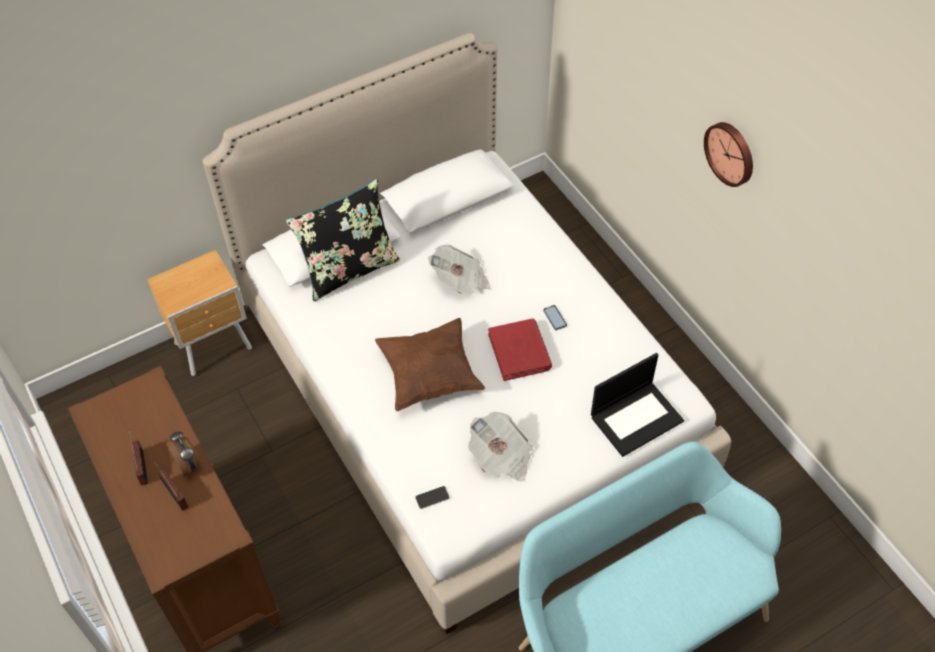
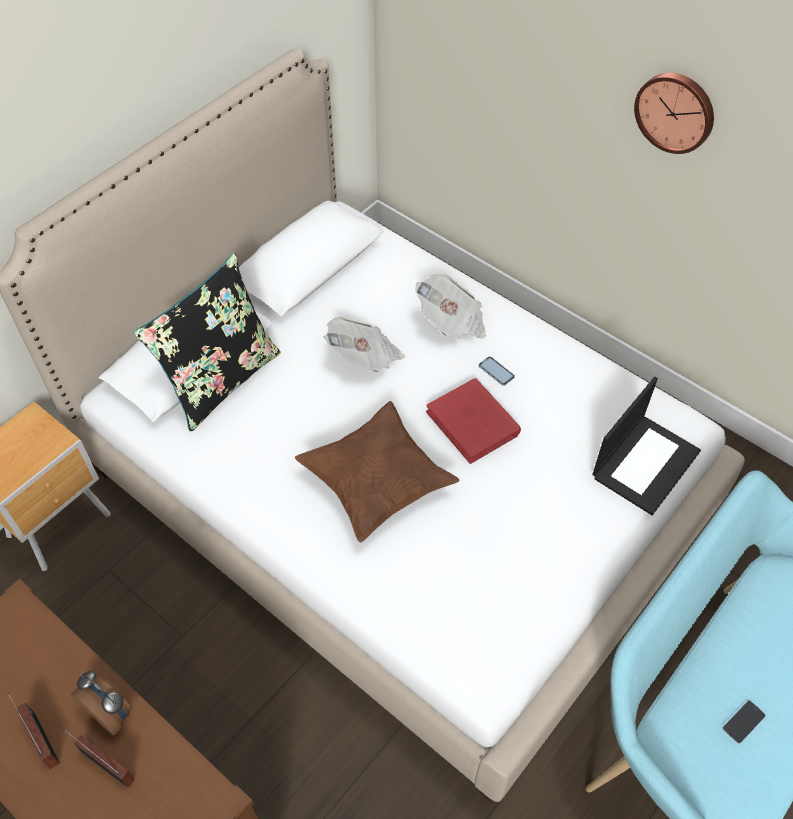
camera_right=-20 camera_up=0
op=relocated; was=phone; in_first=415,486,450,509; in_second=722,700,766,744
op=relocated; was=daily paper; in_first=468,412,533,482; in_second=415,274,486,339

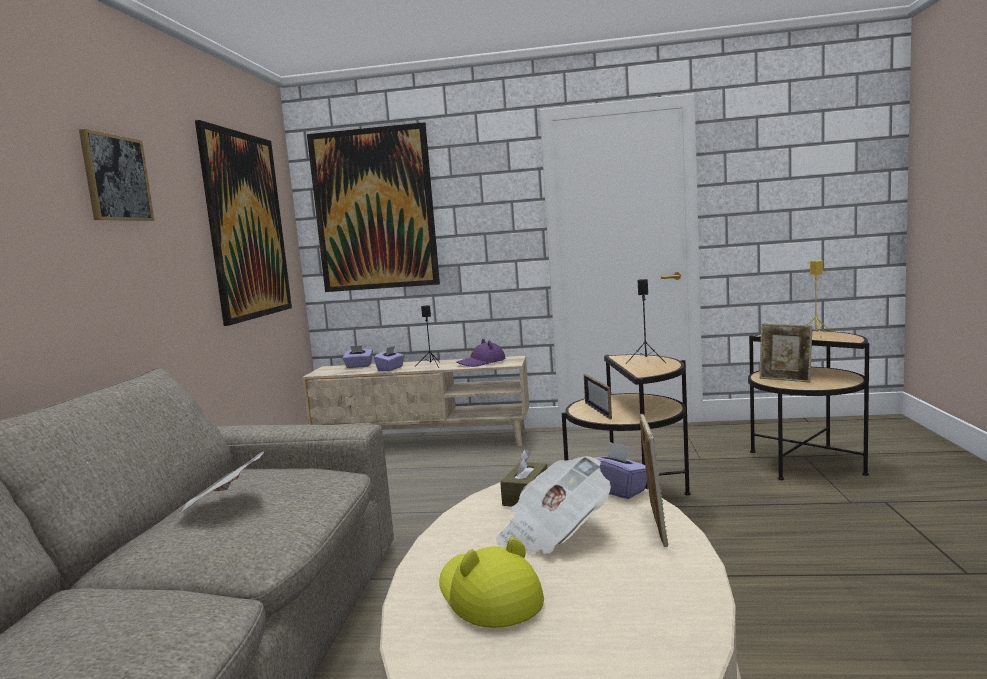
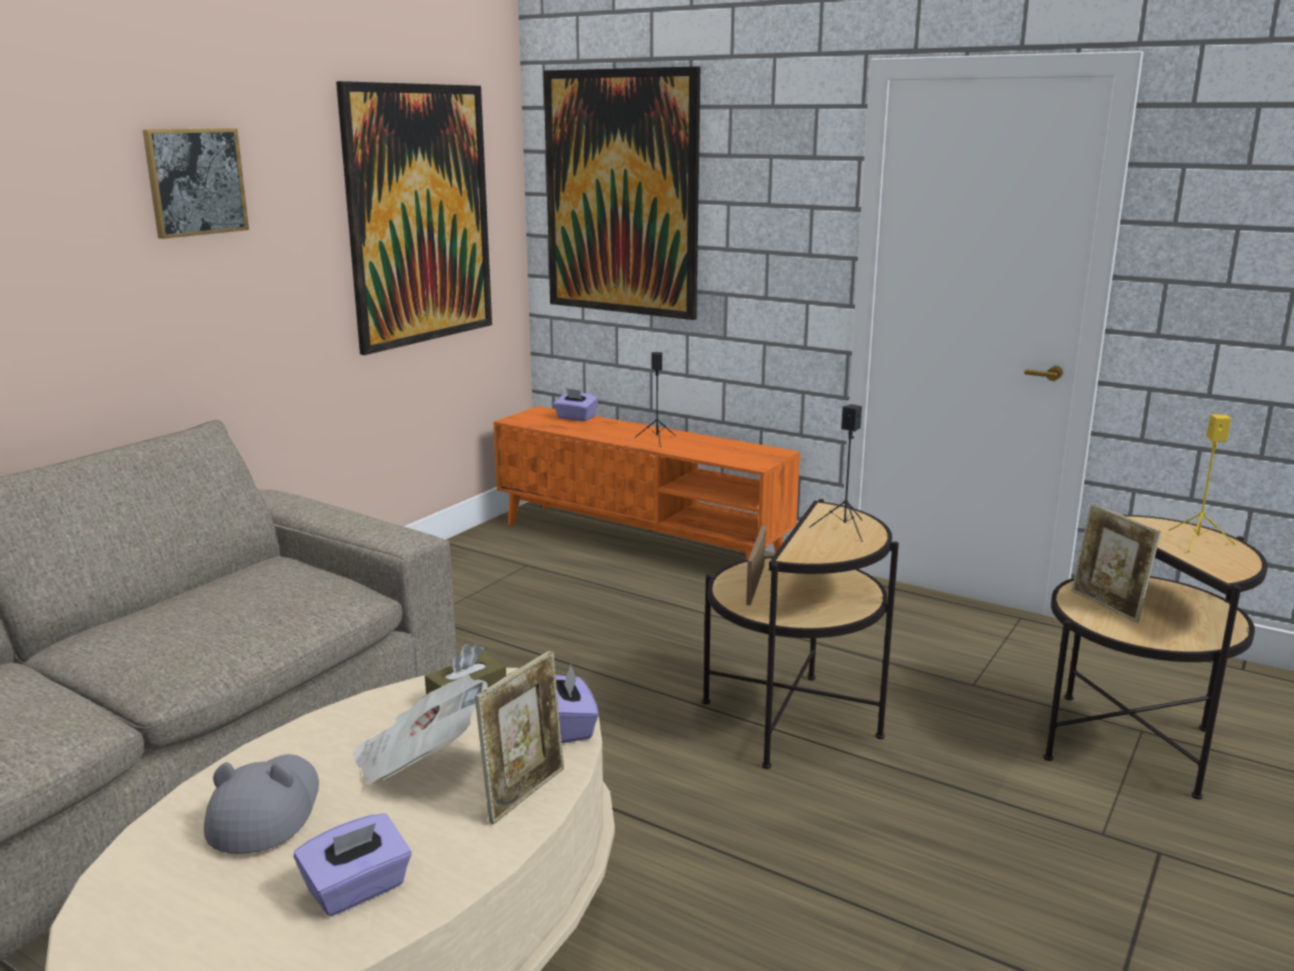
camera_right=25 camera_up=10
op=missing; was=daily paper; in_first=179,452,264,514
op=missing; was=hat in purple-coloured; in_first=456,339,505,367
op=relocated; was=tissue box in purple-coloured; in_first=374,346,405,371; in_second=294,814,411,916
op=colour; was=tv stand in sand-coloured; now=tv stand in orange-coloured; in_first=302,356,529,446; in_second=494,406,800,560
op=colour; was=hat in yellow; now=hat in greyish; in_first=439,537,544,628; in_second=204,754,319,854

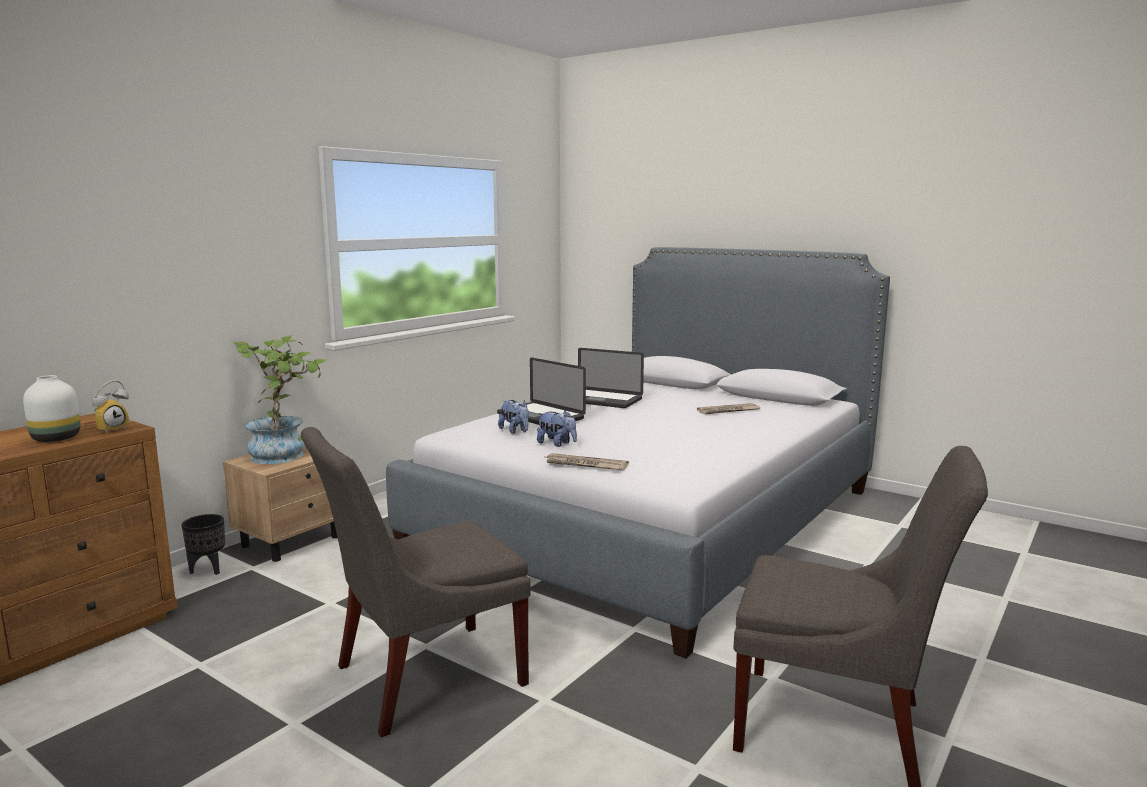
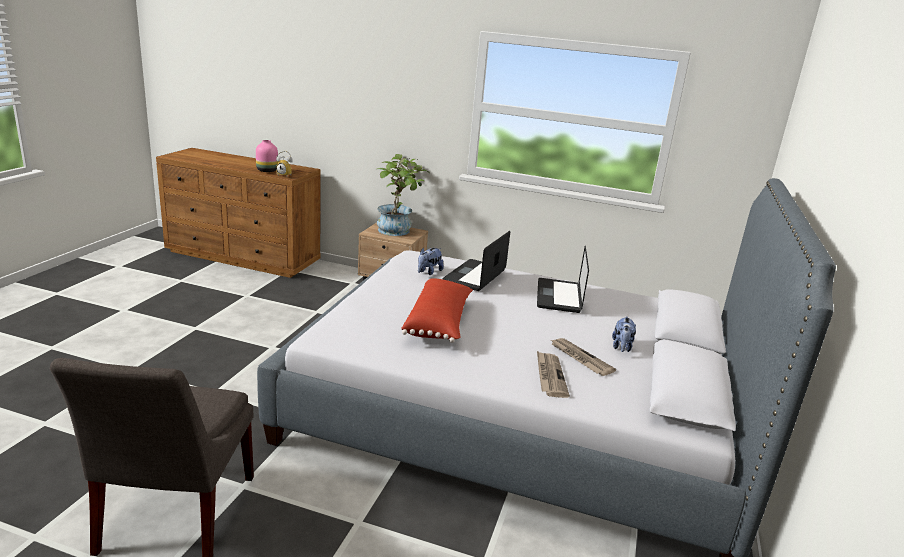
camera_right=70 camera_up=10
op=missing; was=plant pot in blackish; in_first=182,514,225,575
op=missing; was=chair in greyish; in_first=301,427,530,737
op=appeared; now=pillow in reddish; in_second=401,278,473,343
op=relocated; was=soft toy; in_first=537,410,577,447; in_second=612,316,636,352
op=relocated; was=daily paper; in_first=543,453,629,471; in_second=537,351,570,398
op=colour; was=decorative vase in whitish; now=decorative vase in pinkish; in_first=23,375,81,442; in_second=256,140,278,172

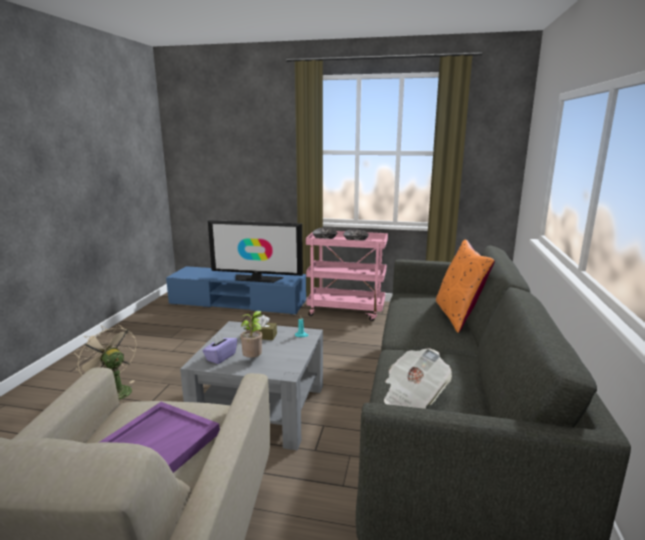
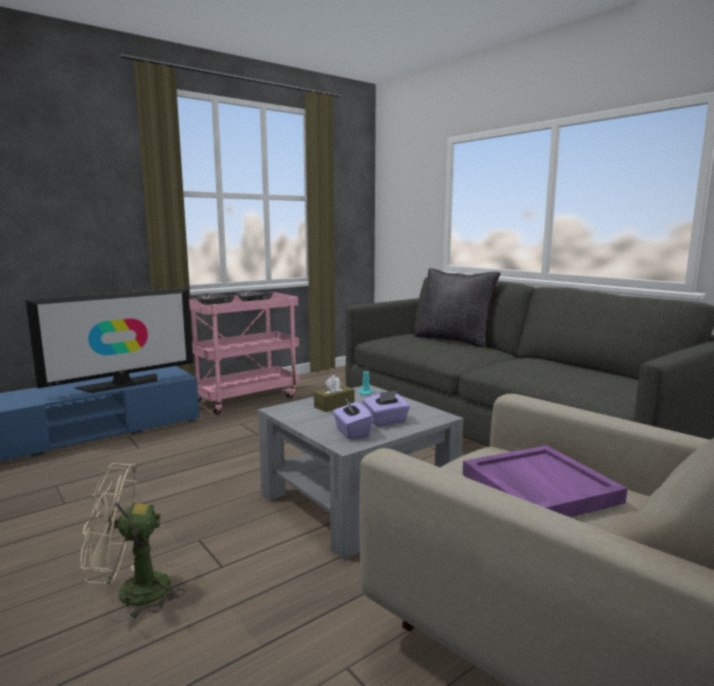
camera_right=-50 camera_up=-5
op=missing; was=daily paper; in_first=384,348,452,409
op=exchanged; was=plant in a pot; now=tissue box in purple-coloured; in_first=240,311,263,358; in_second=363,390,410,426
op=colour; was=pillow in orange-coloured; now=pillow in blackish; in_first=436,239,495,333; in_second=414,268,501,348

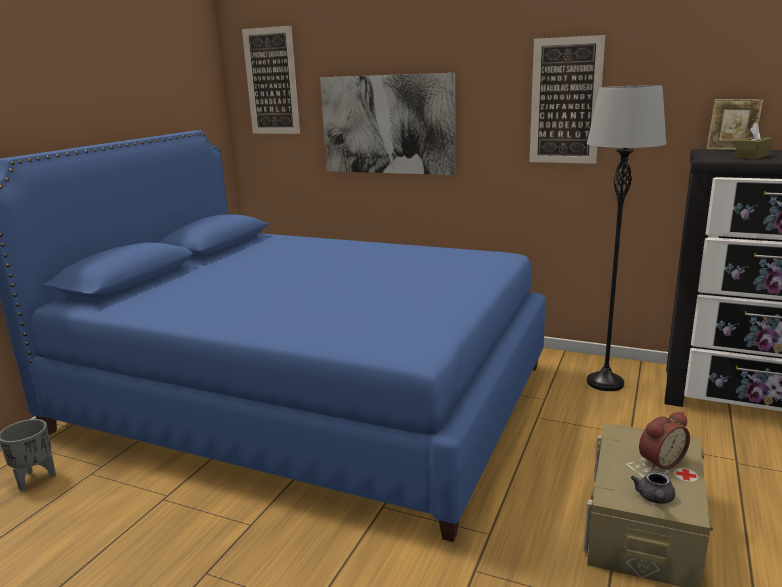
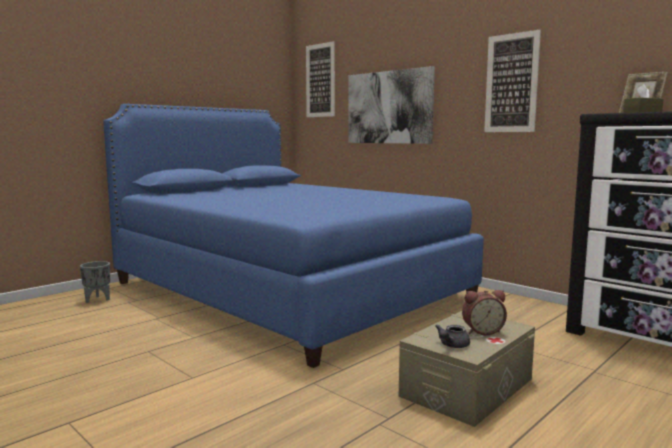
camera_right=20 camera_up=-10
op=missing; was=standard lamp in greyish; in_first=587,85,666,391

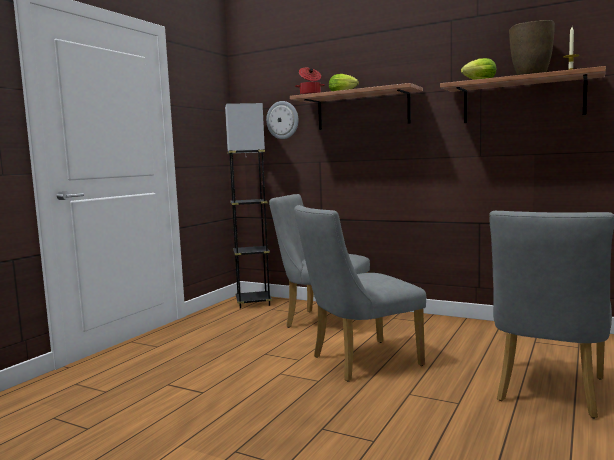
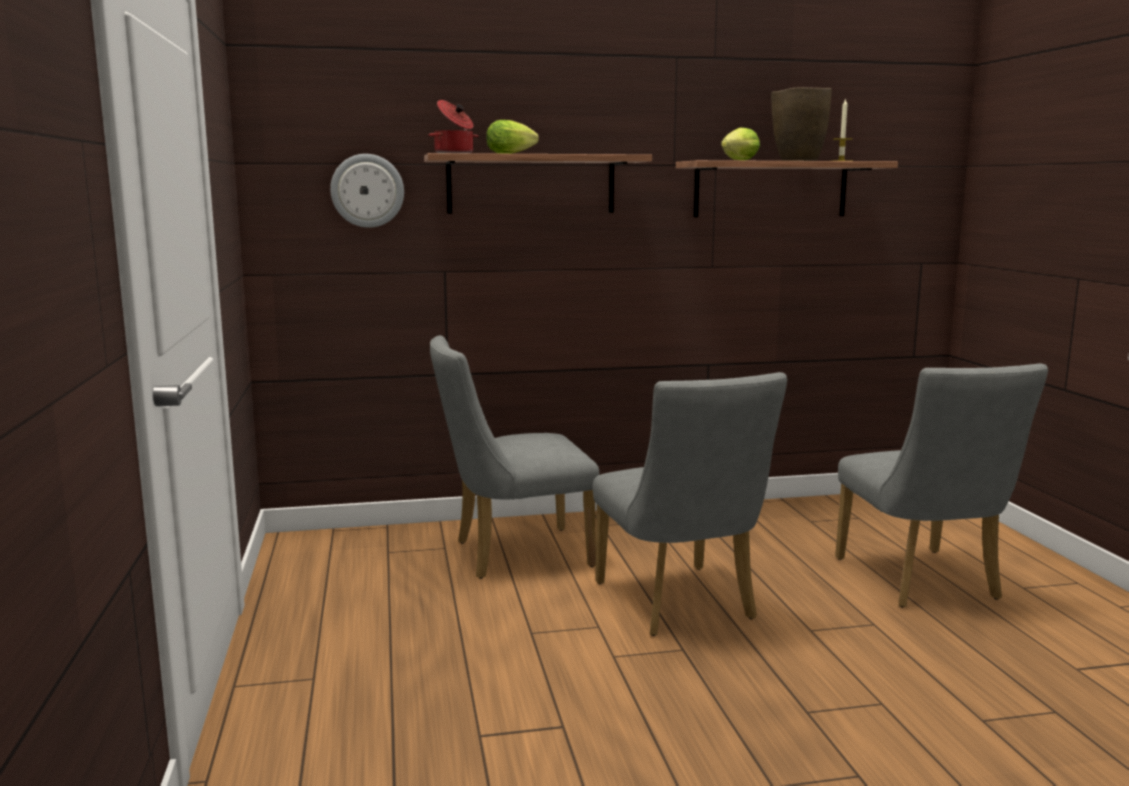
camera_right=-40 camera_up=5
op=missing; was=standard lamp in greyish; in_first=225,103,272,309
op=spun; was=chair in greyish; in_first=294,205,426,382; in_second=593,372,787,636; clockwise=-45

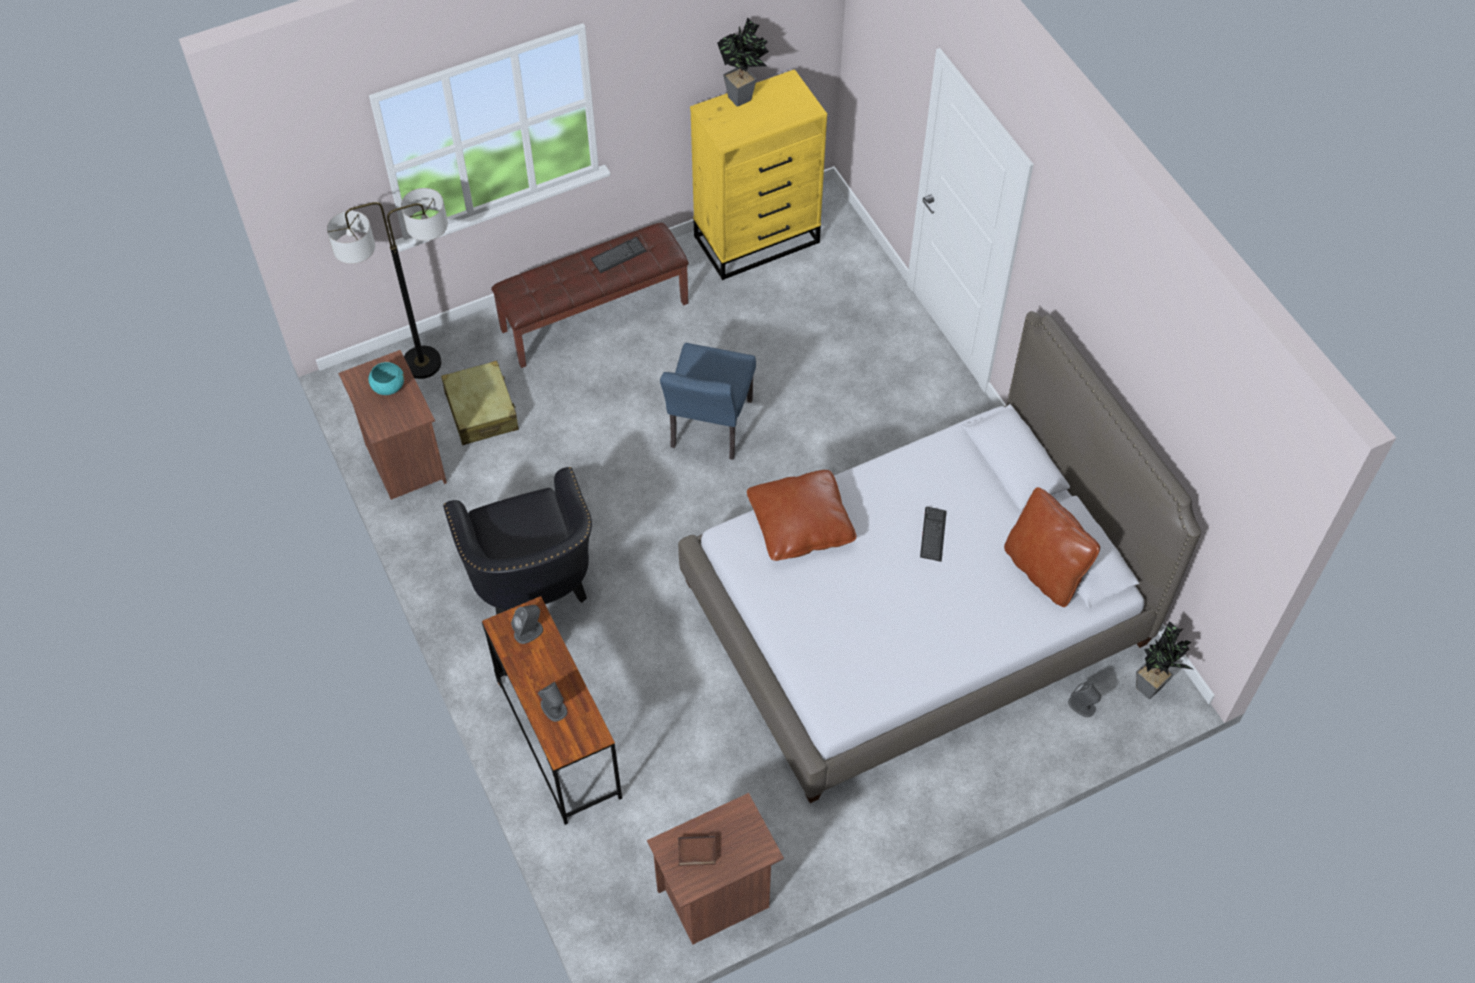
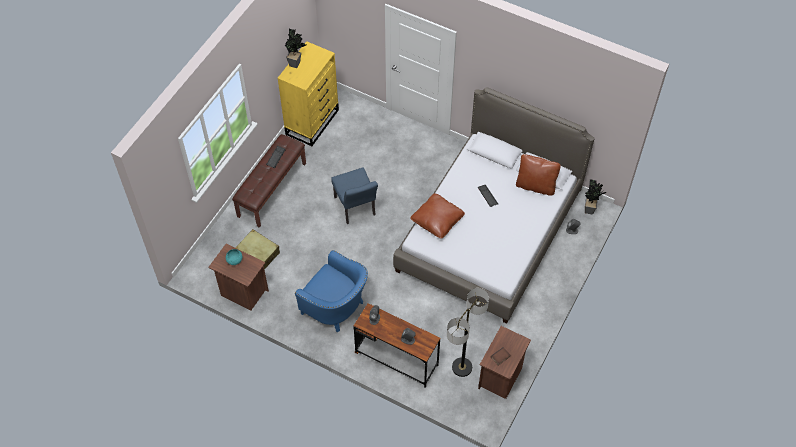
camera_right=-35 camera_up=0
op=relocated; was=standard lamp; in_first=327,188,448,379; in_second=447,288,489,377
op=colour; was=easy chair in blackish; now=easy chair in blue; in_first=443,467,592,615; in_second=295,250,368,332

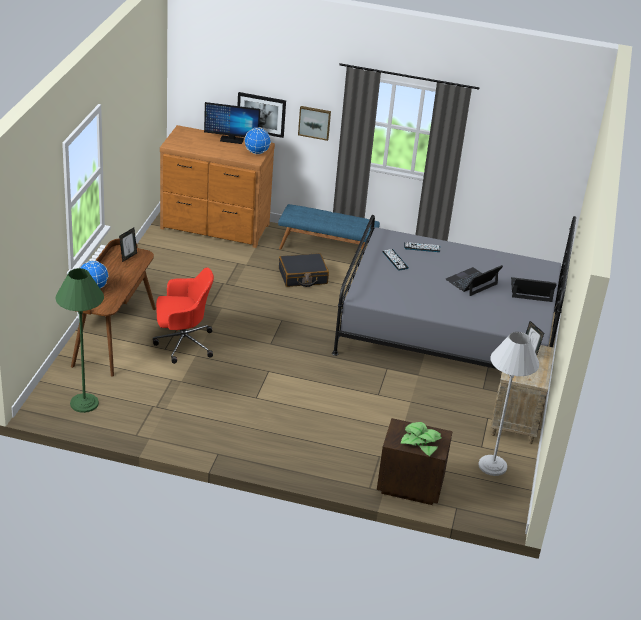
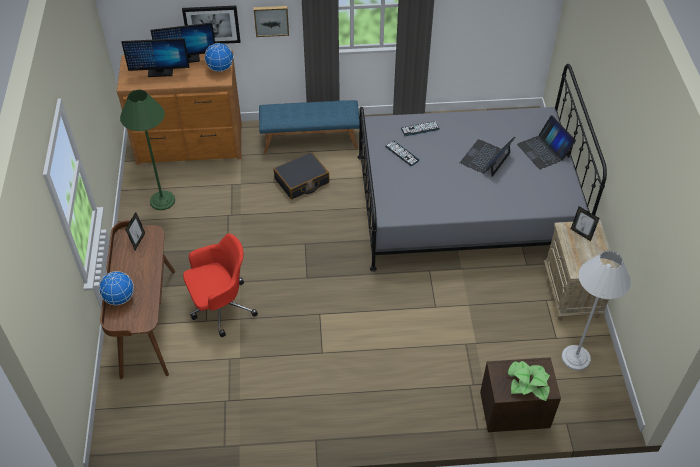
camera_right=-15 camera_up=15
op=appeared; now=computer display; in_second=122,38,189,77
op=relocated; was=standard lamp in green-coloured; in_first=56,268,104,413; in_second=120,90,175,210
op=spun; was=notebook computer; in_first=511,277,557,302; in_second=517,115,576,170; clockwise=-105

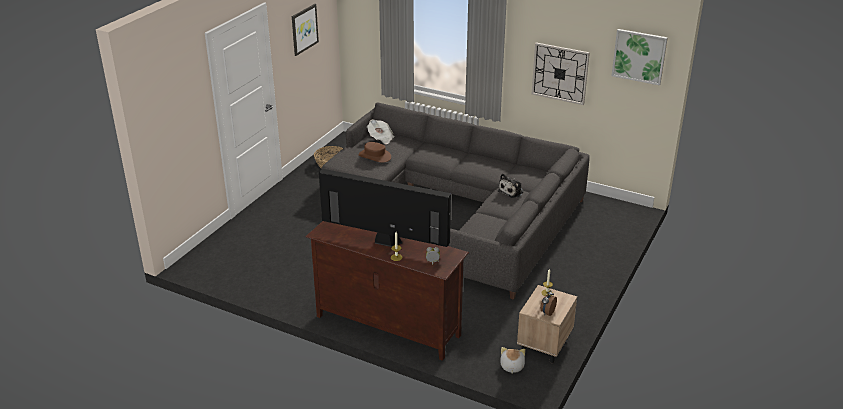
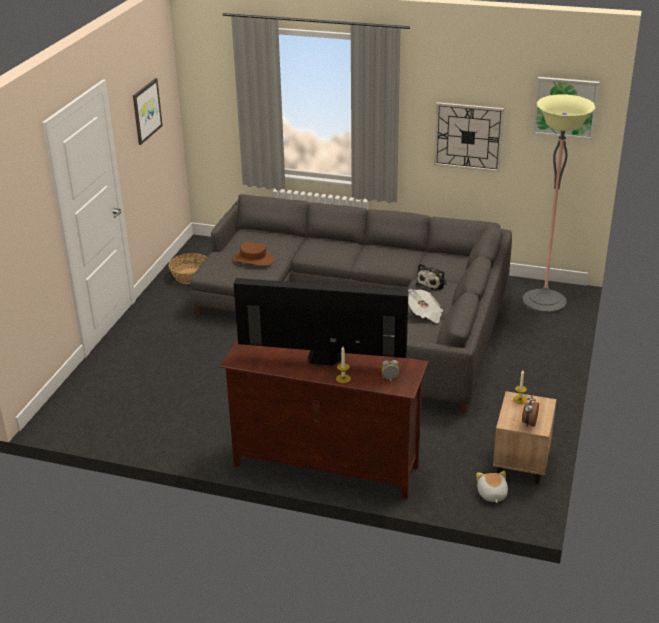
camera_right=-10 camera_up=0
op=appeared; now=standard lamp; in_second=522,94,595,314
op=relocated; was=daily paper; in_first=367,119,395,144; in_second=408,289,443,323

